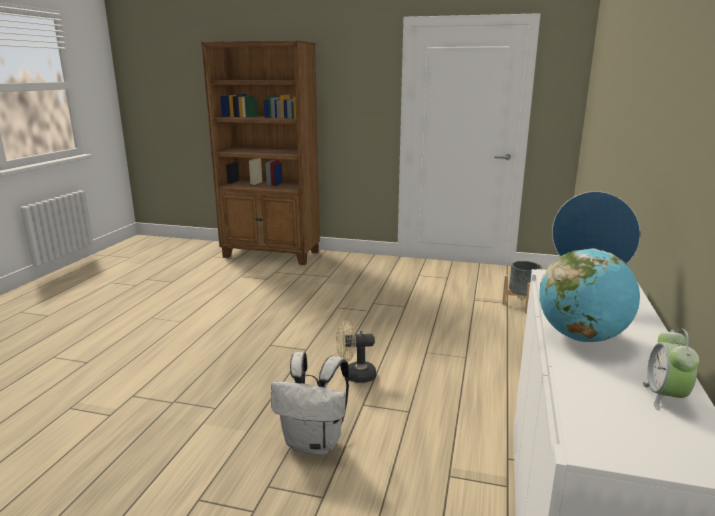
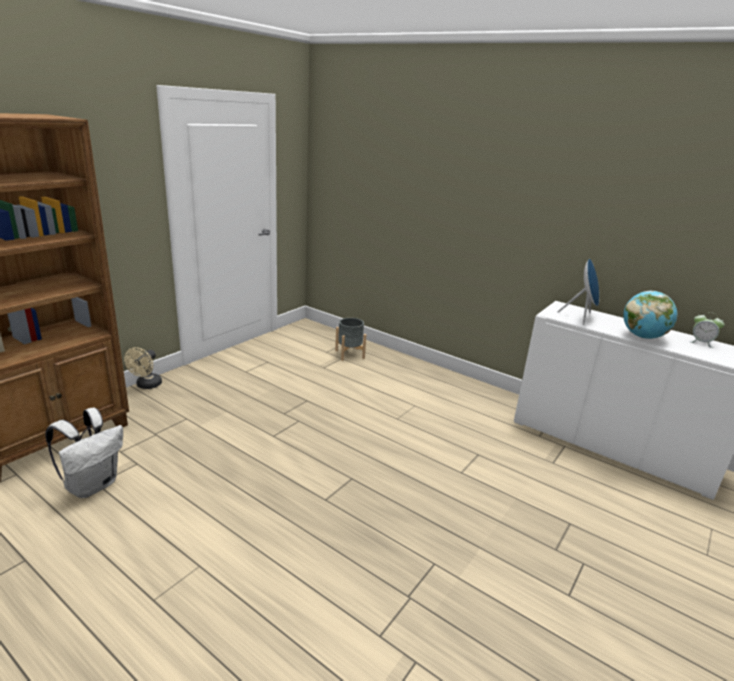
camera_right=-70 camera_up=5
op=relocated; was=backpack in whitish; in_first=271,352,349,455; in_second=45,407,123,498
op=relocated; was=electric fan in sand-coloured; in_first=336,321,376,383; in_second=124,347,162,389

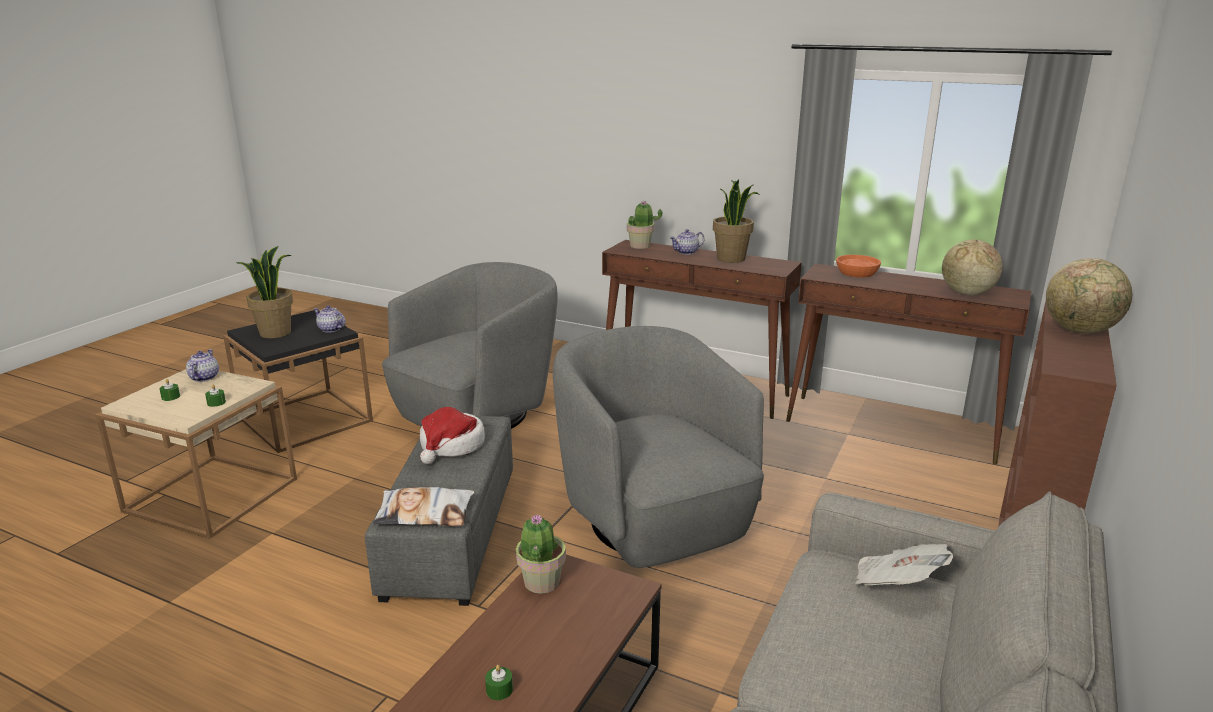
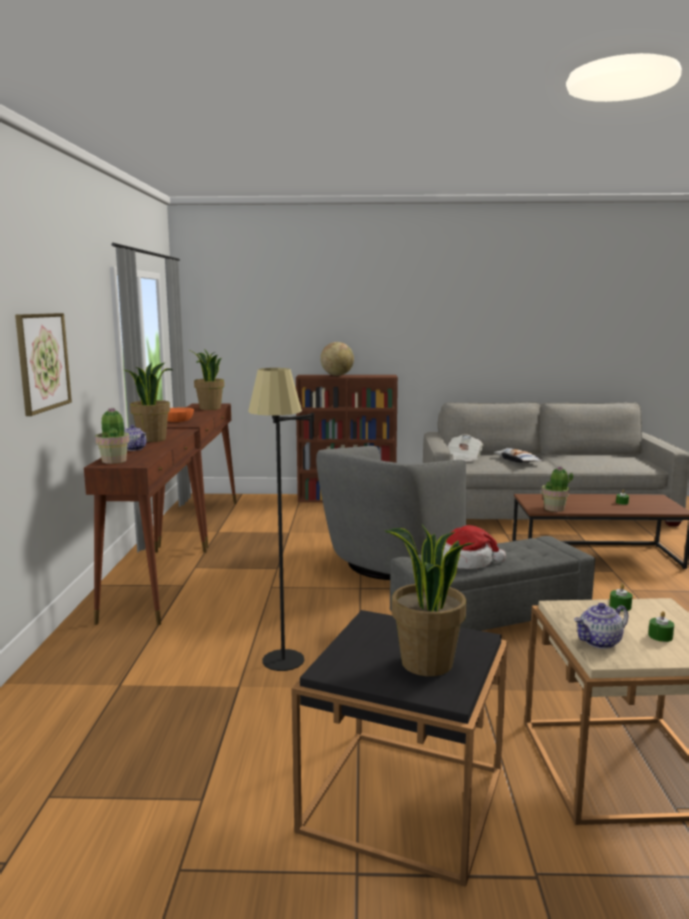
camera_right=-115 camera_up=-10
op=missing; was=teapot; in_first=314,305,346,333
op=appeared; now=wall art; in_second=15,313,72,416
op=relocated; was=pillow; in_first=373,487,474,526; in_second=494,448,544,463
op=exchanged; was=easy chair in greyish; now=standard lamp in blackish; in_first=382,262,558,429; in_second=248,368,314,671
op=exchanged; was=desk globe; now=plant in a pot; in_first=942,239,1003,295; in_second=190,349,224,410

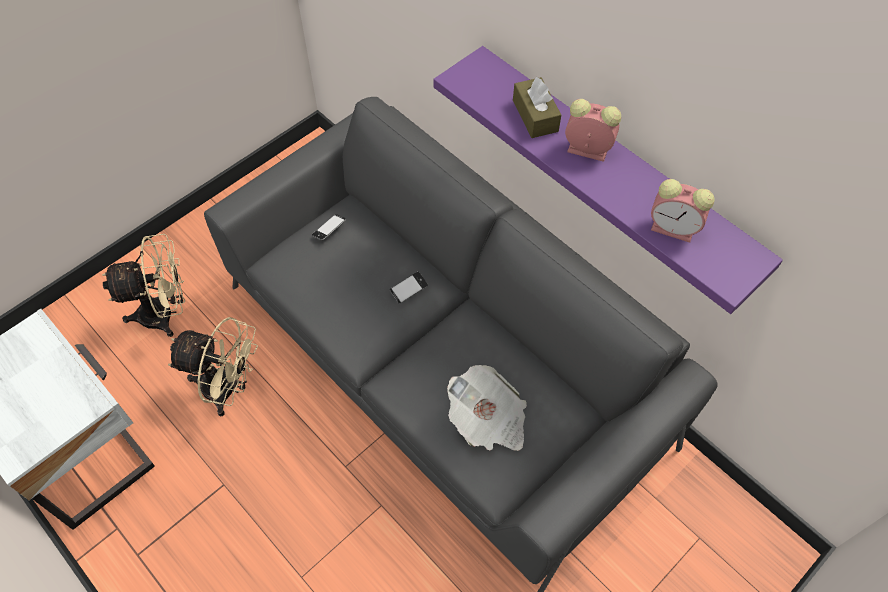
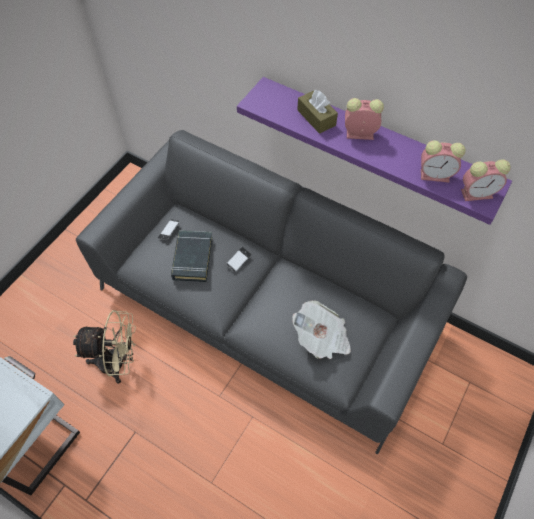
camera_right=-15 camera_up=0
op=missing; was=electric fan in sand-coloured; in_first=102,234,185,337
op=appeared; now=volume in blackish; in_second=171,230,212,282
op=appeared; now=alarm clock; in_second=461,159,511,201

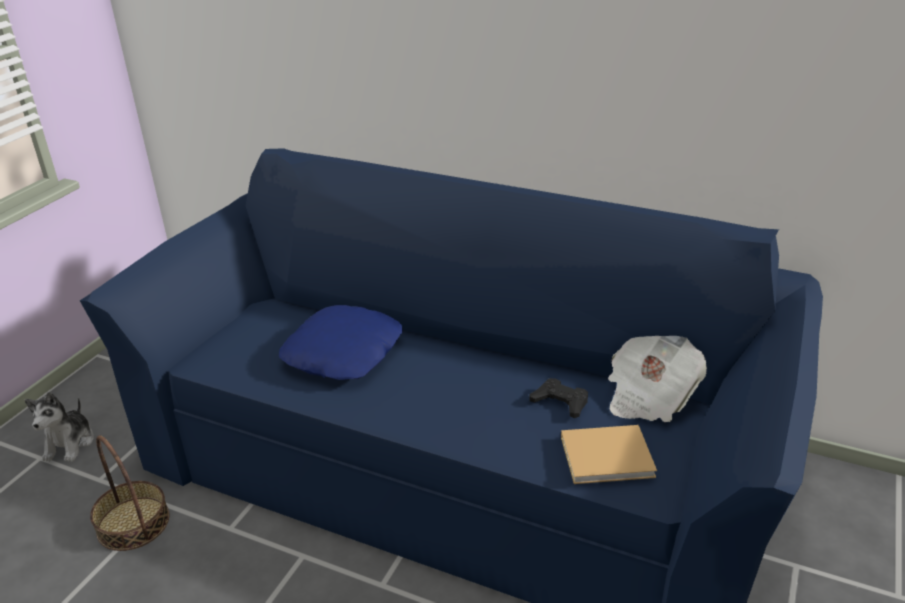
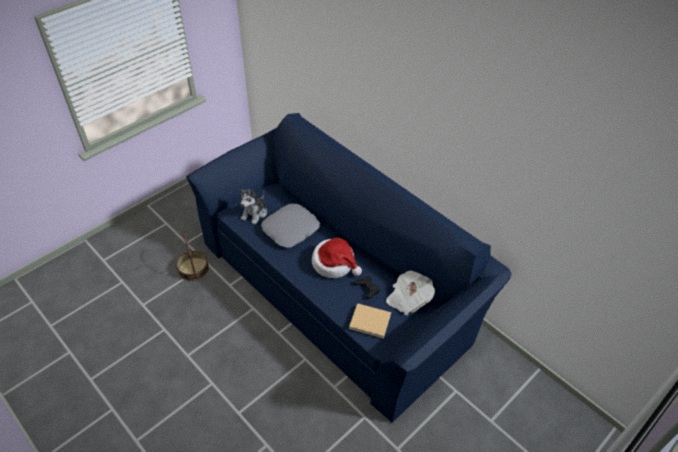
camera_right=20 camera_up=15
op=appeared; now=hat; in_second=312,238,362,278
op=relocated; was=soft toy; in_first=25,392,94,462; in_second=239,189,267,225
op=colour; was=pillow in blue; now=pillow in greyish; in_first=279,305,403,380; in_second=261,204,320,248

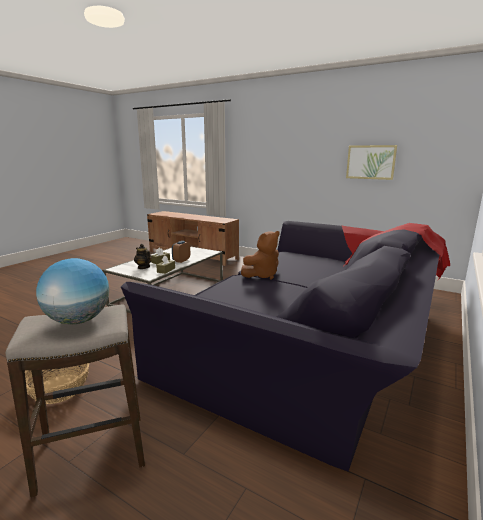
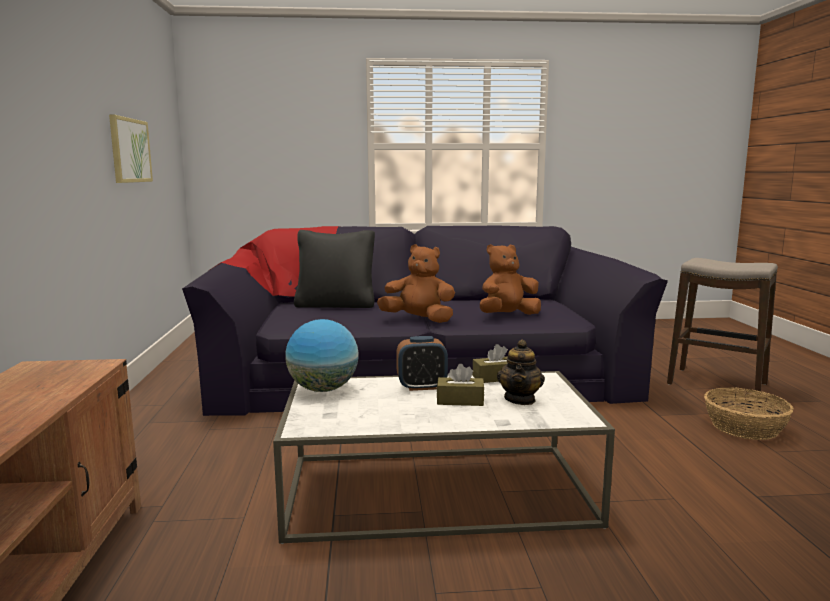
camera_right=-125 camera_up=-5
op=appeared; now=pillow in blackish; in_second=294,230,375,308
op=appeared; now=soft toy in brown-coloured; in_second=480,244,541,315
op=relocated; was=desk globe; in_first=36,258,109,324; in_second=286,319,359,392

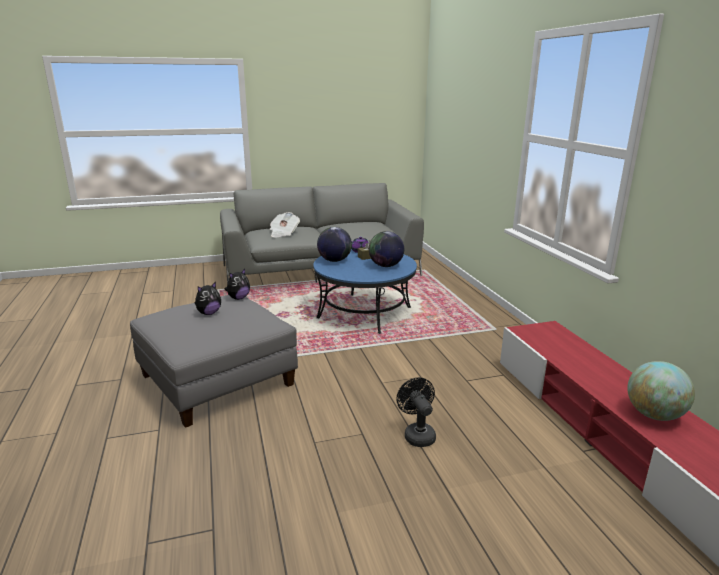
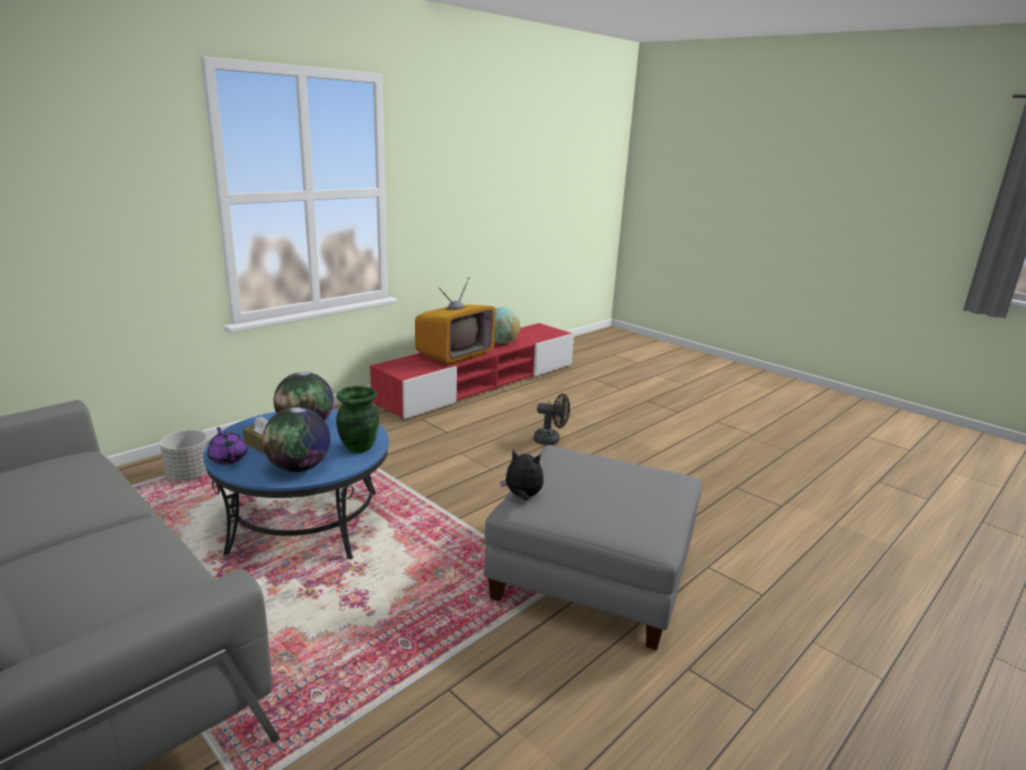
camera_right=-120 camera_up=0
op=missing; was=soft toy; in_first=195,282,221,315
op=missing; was=daily paper; in_first=270,212,300,238
op=appeared; now=plant pot in greyish; in_second=160,430,208,480
op=appeared; now=decorative vase in green-coloured; in_second=336,386,379,453
op=appeared; now=television; in_second=415,277,496,365
op=spun; was=electric fan in blackish; in_first=396,377,436,447; in_second=533,394,570,445; clockwise=-120

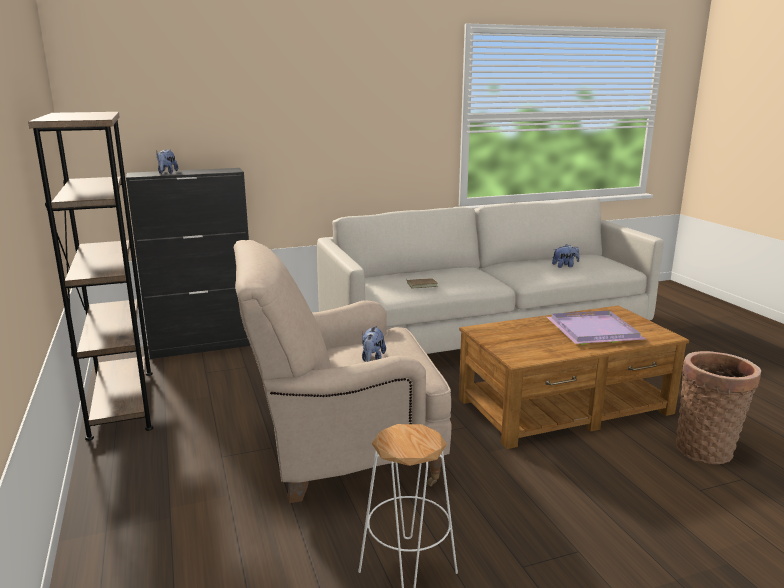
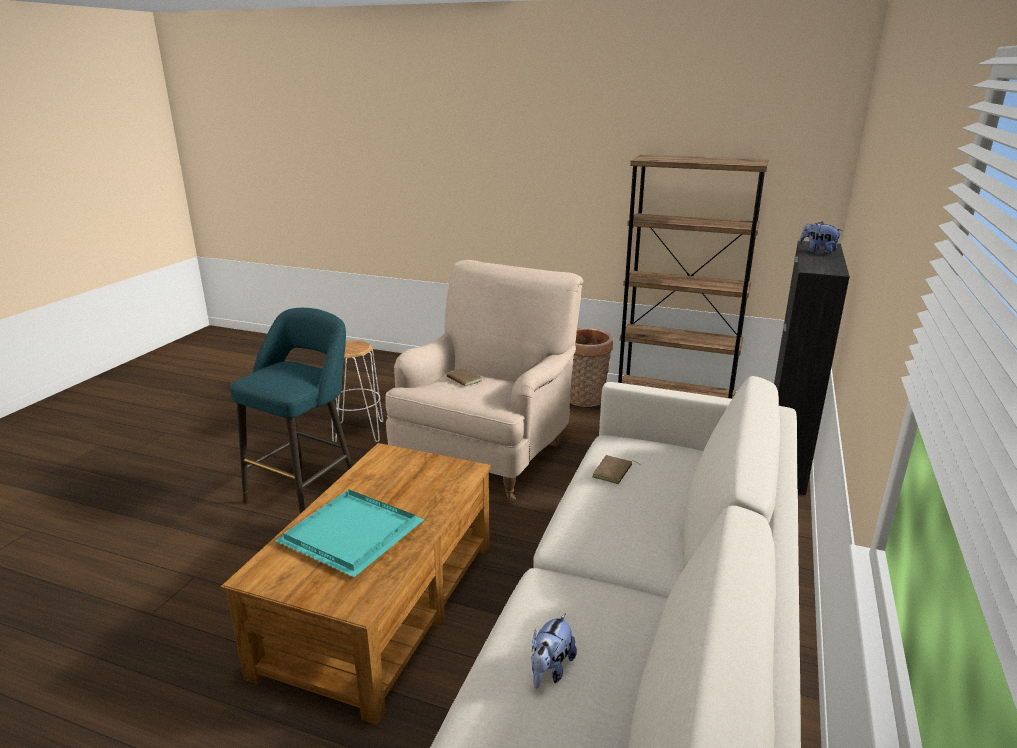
camera_right=130 camera_up=5
op=appeared; now=sitting stool in blue-green; in_second=230,308,352,514
op=relocated; was=household basket; in_first=676,351,761,464; in_second=570,328,613,407
op=exchanged; was=soft toy; now=volume in brown-coloured; in_first=362,326,386,362; in_second=446,368,482,386
op=colour; was=serving tray in purple-coloured; now=serving tray in blue-green; in_first=547,311,646,345; in_second=275,489,424,577

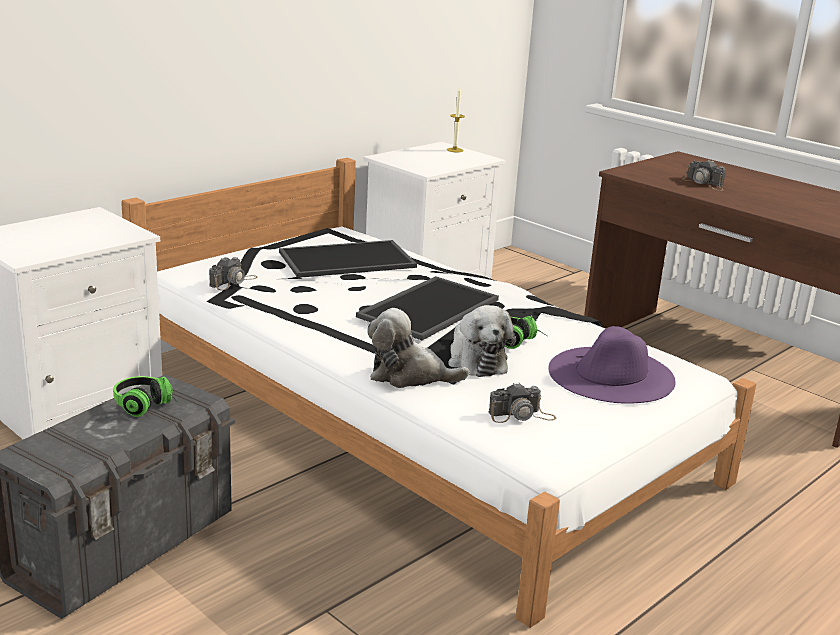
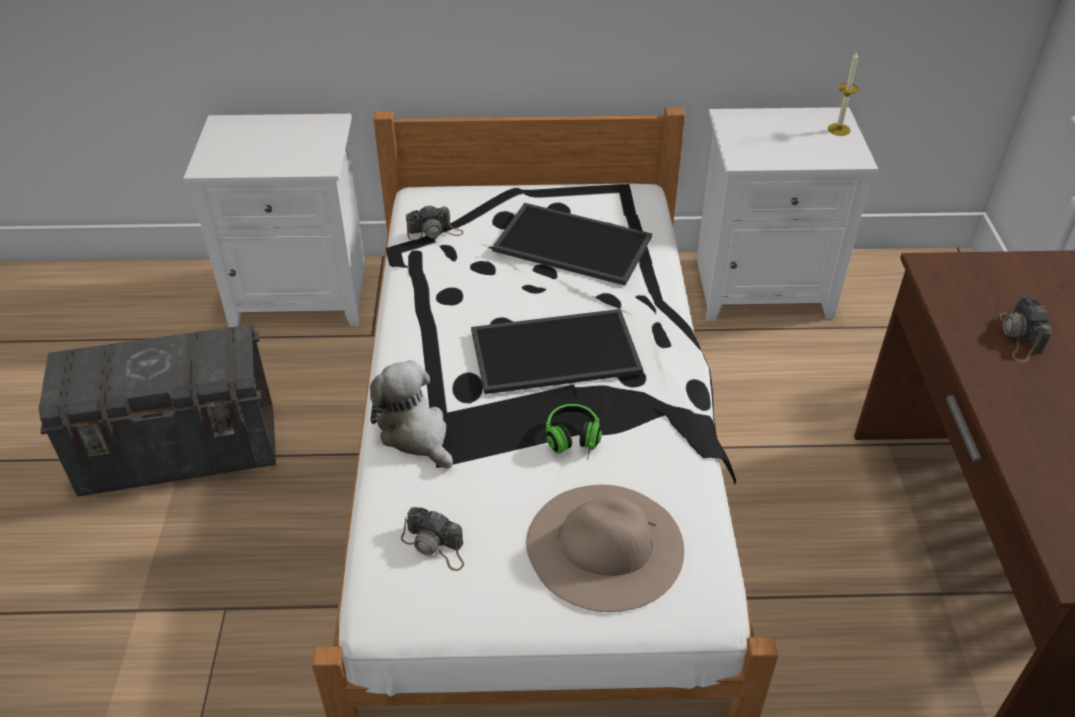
camera_right=45 camera_up=20
op=missing; was=headset; in_first=113,376,177,417
op=missing; was=soft toy; in_first=448,305,516,377
op=colour; was=hat in purple-coloured; now=hat in sand-coloured; in_first=549,326,676,404; in_second=526,485,684,612

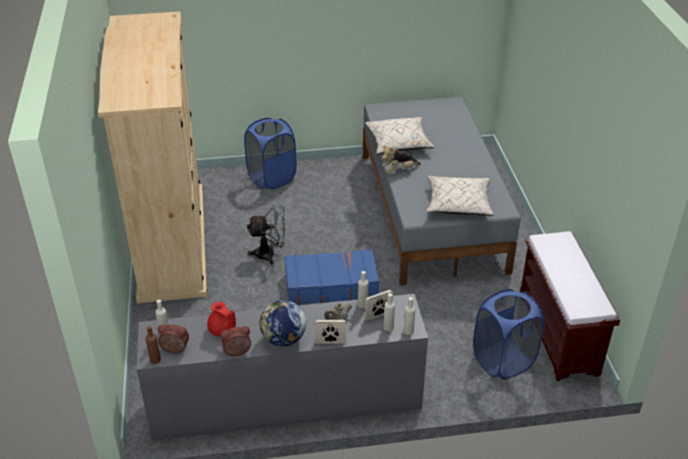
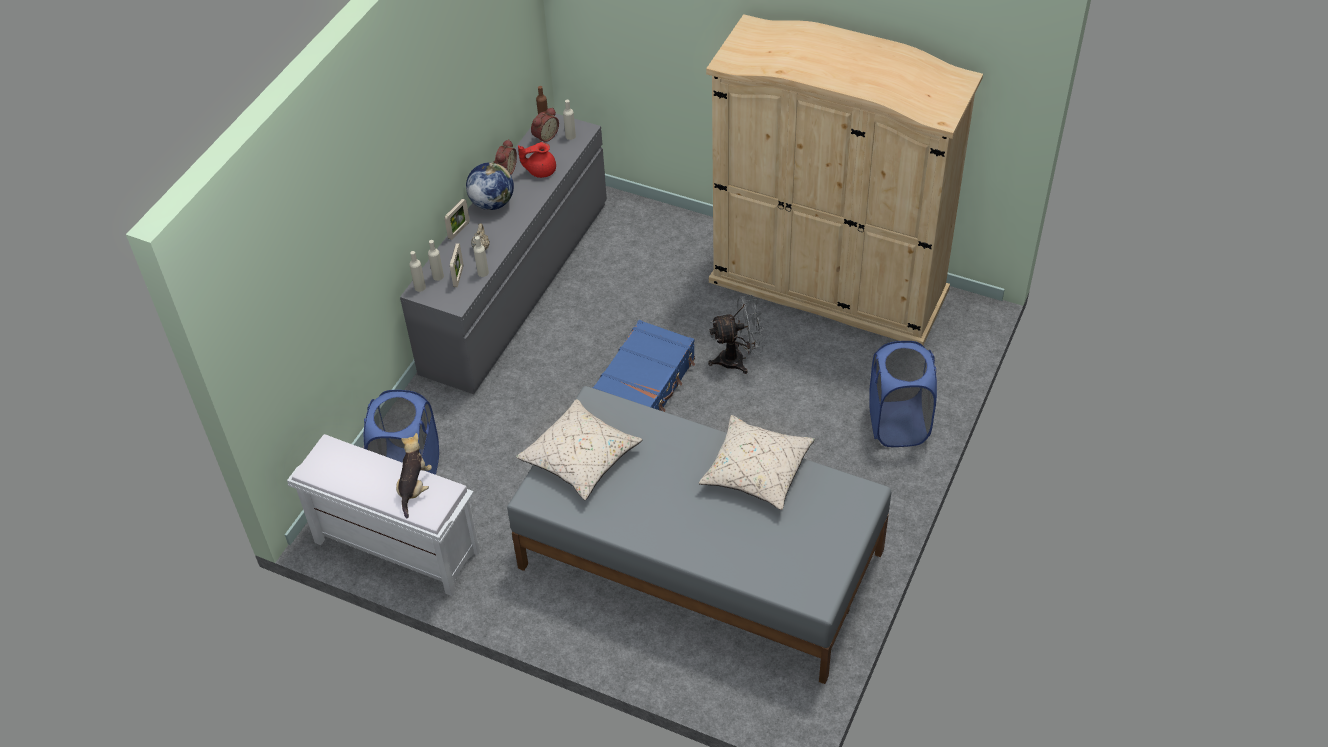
camera_right=125 camera_up=10
op=relocated; was=soft toy; in_first=382,145,421,173; in_second=396,433,432,518
op=colour; was=bench in brown-coloured; now=bench in whitish; in_first=520,231,620,381; in_second=287,434,480,596
op=spun; was=electric fan in greyish; in_first=247,204,285,265; in_second=708,295,765,374; clockwise=-135

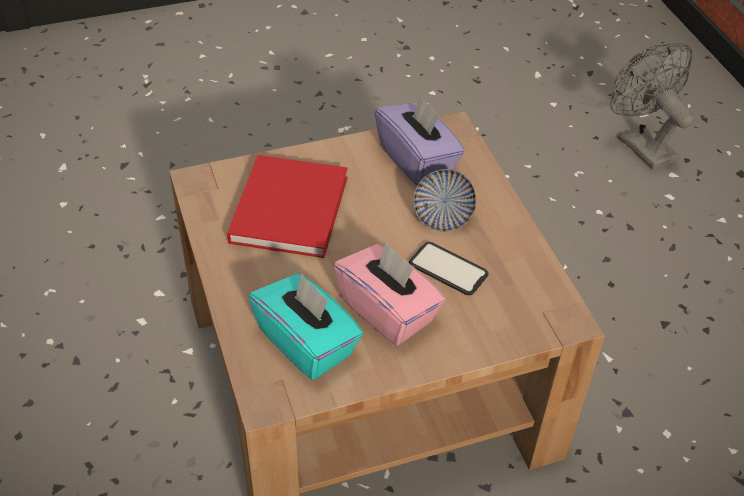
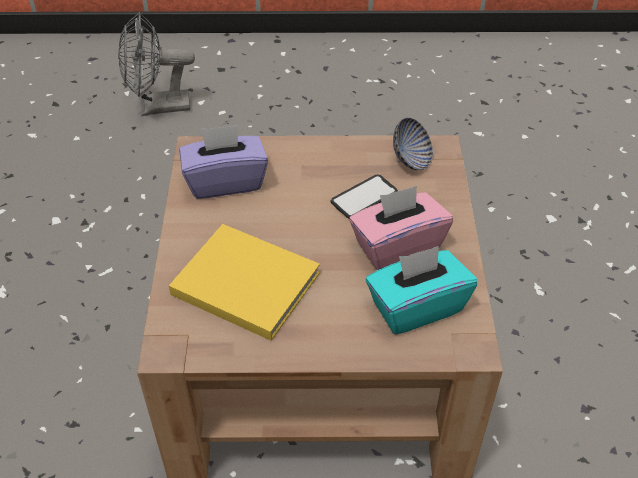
camera_right=-70 camera_up=0
op=relocated; was=deep dish; in_first=413,169,476,232; in_second=393,118,433,170
op=colour; was=volume in reddish; now=volume in yellow; in_first=227,155,348,258; in_second=169,224,320,341

